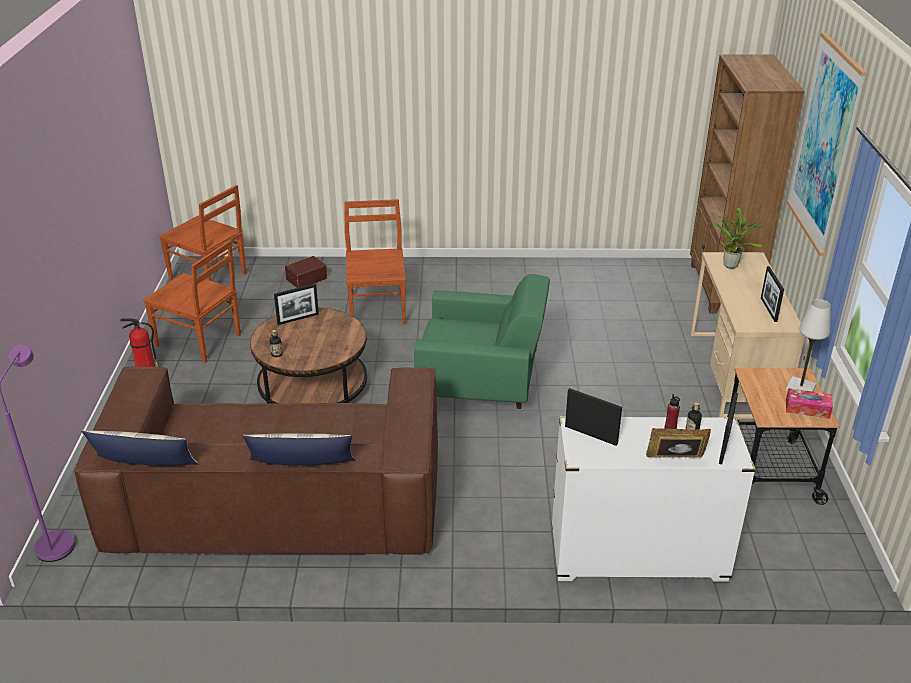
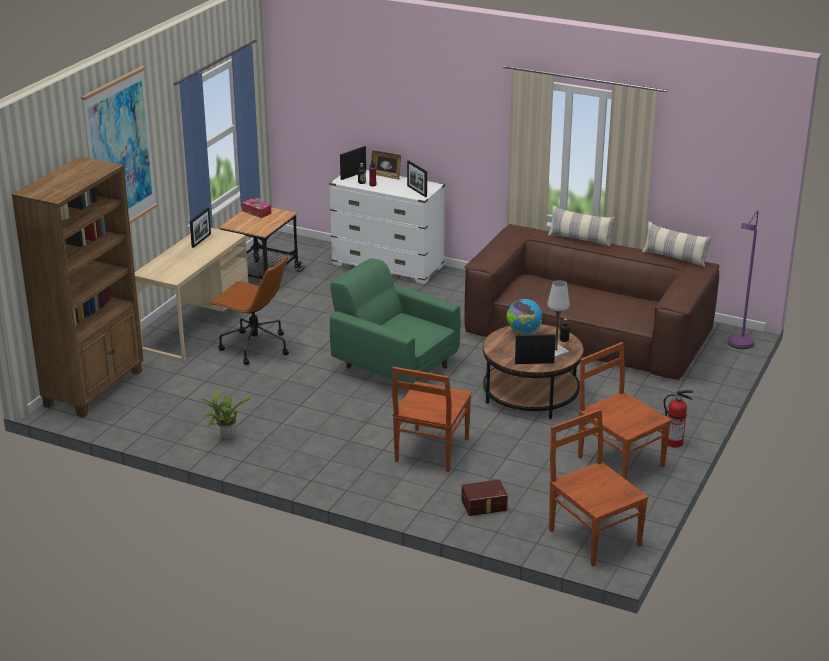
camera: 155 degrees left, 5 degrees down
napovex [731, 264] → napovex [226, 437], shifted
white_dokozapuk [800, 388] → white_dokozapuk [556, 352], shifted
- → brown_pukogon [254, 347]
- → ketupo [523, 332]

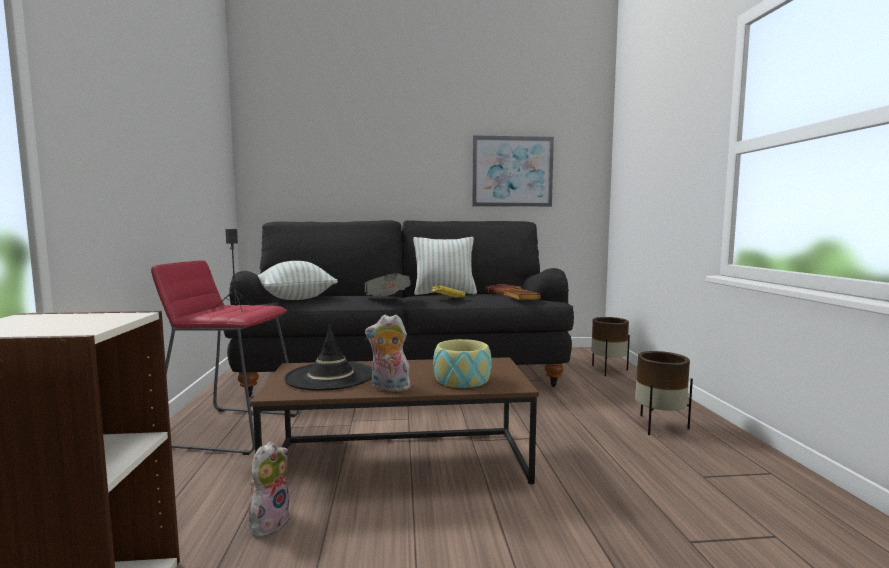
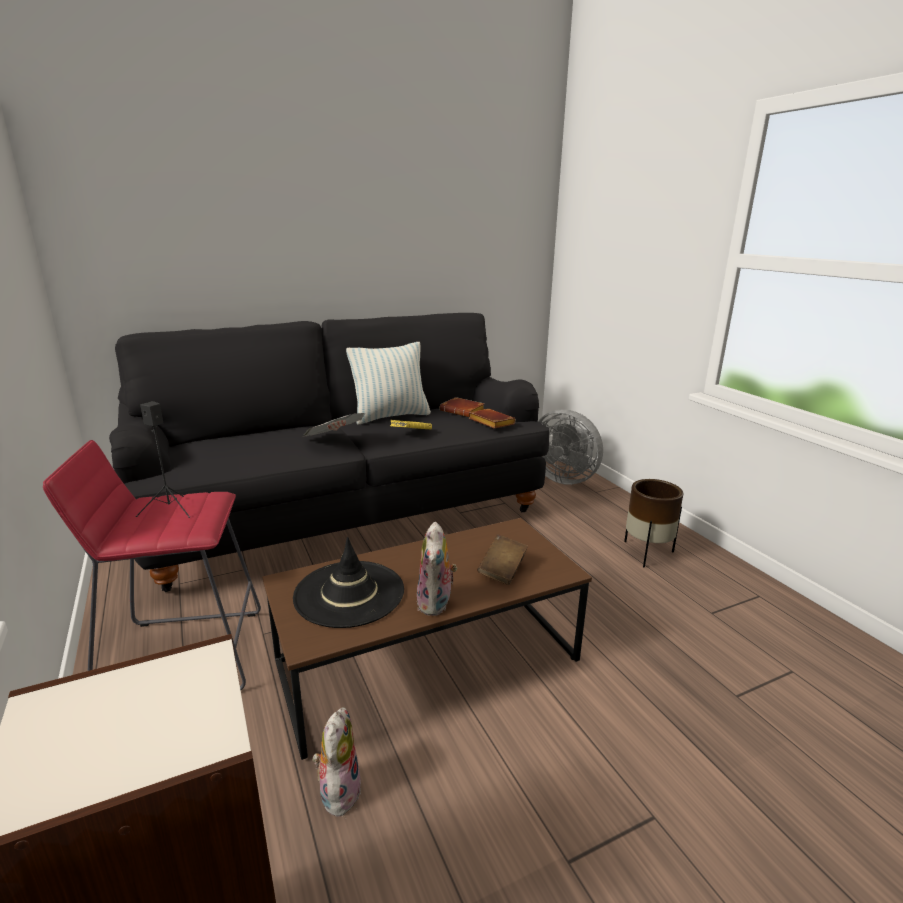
camera: 20 degrees left, 15 degrees up
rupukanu [512, 171] → -
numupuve [295, 298] → -
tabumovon [389, 388] → tabumovon [436, 604], 75 degrees counterclockwise
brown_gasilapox [608, 370] → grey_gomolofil [563, 478]
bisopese [462, 379] → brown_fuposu [502, 570]

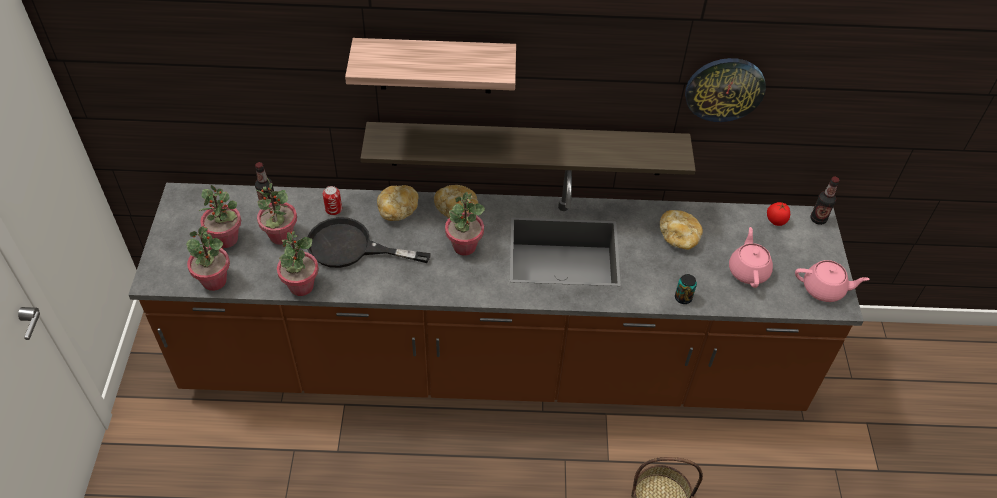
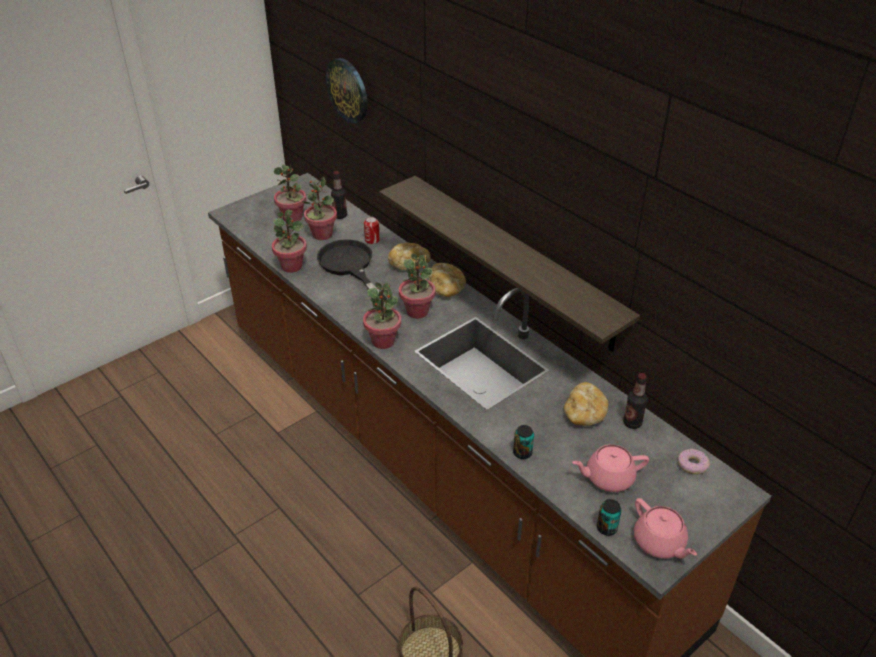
camera: 50 degrees right, 10 degrees down
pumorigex [435, 65] → -
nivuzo [724, 89] → nivuzo [348, 90], shifted
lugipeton [818, 219] → lugipeton [632, 423], shifted
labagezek [775, 221] → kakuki [692, 464]
napovex [214, 281] → napovex [383, 341], shifted
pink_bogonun [748, 271] → pink_bogonun [608, 478], 150 degrees counterclockwise
- → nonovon [606, 528]

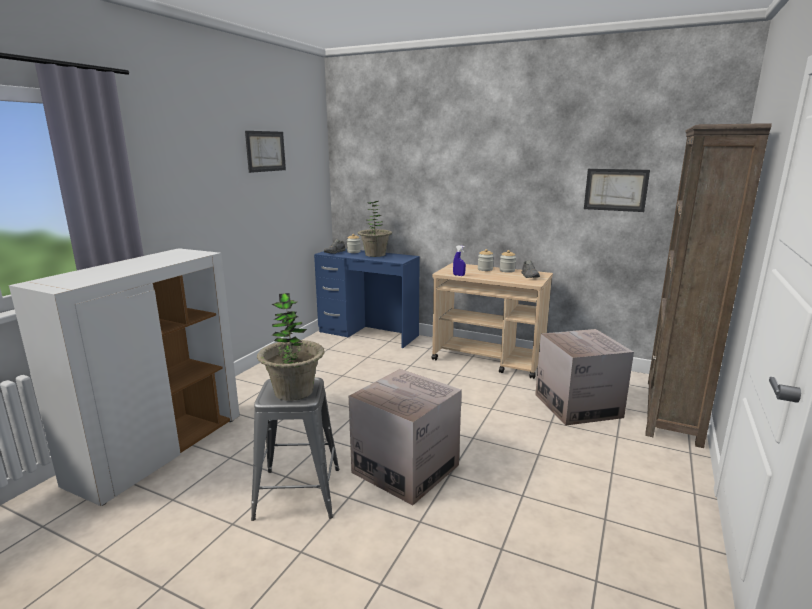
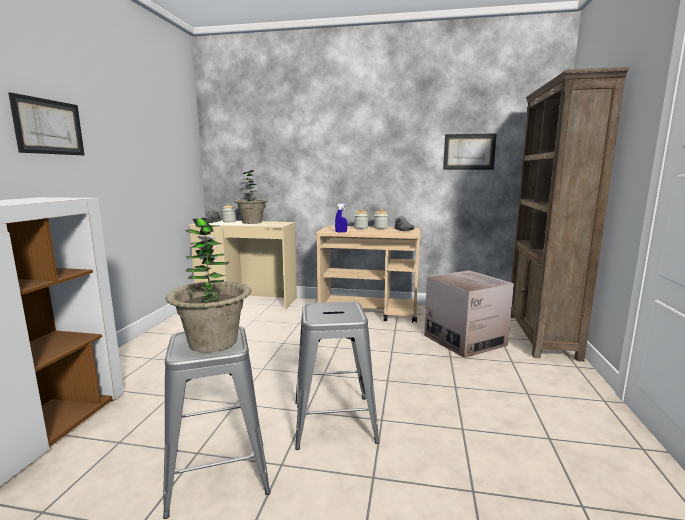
camera: 15 degrees left, 5 degrees down
rupukanu [265, 151] → rupukanu [49, 127], shifted
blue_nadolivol [368, 334] → beige_nadolivol [247, 300]
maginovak [405, 468] → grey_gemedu [333, 421]

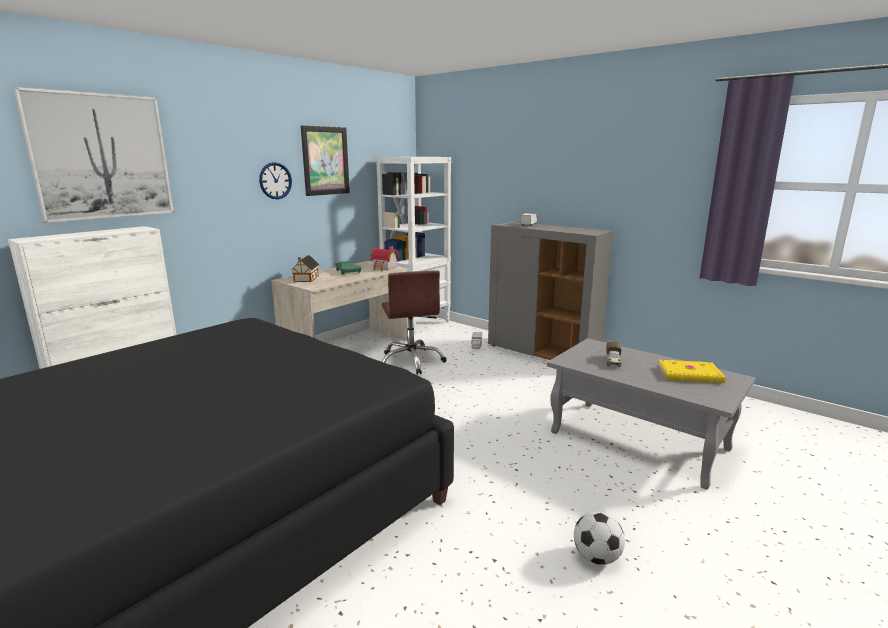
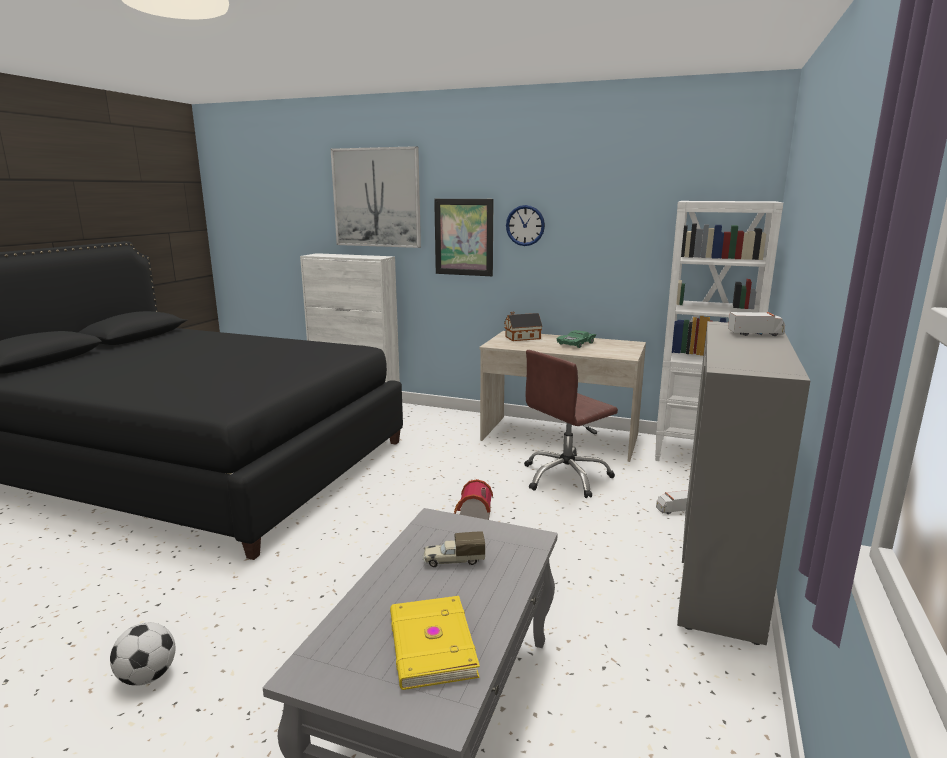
camera: 70 degrees right, 0 degrees up
rupukanu [325, 161] → rupukanu [464, 237], shifted
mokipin [384, 268] → mokipin [472, 516], shifted

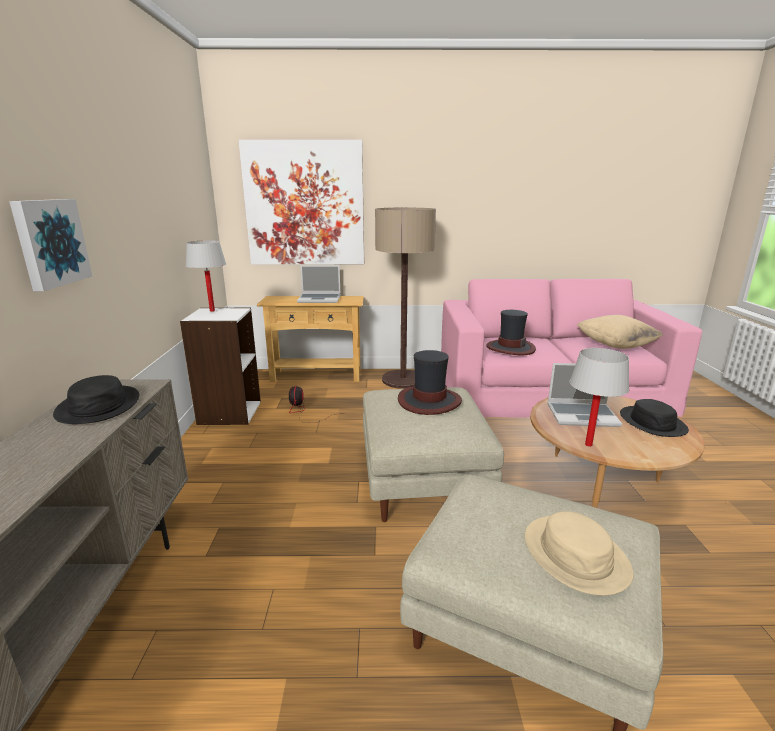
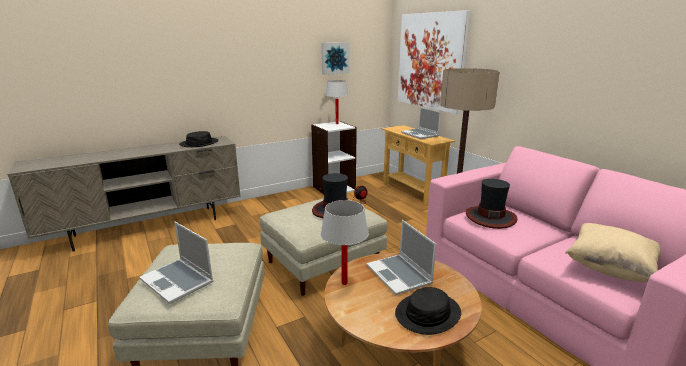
camera: 60 degrees right, 0 degrees up
rupukanu [50, 242] → rupukanu [334, 58], shifted
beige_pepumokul [575, 554] → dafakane [178, 281]

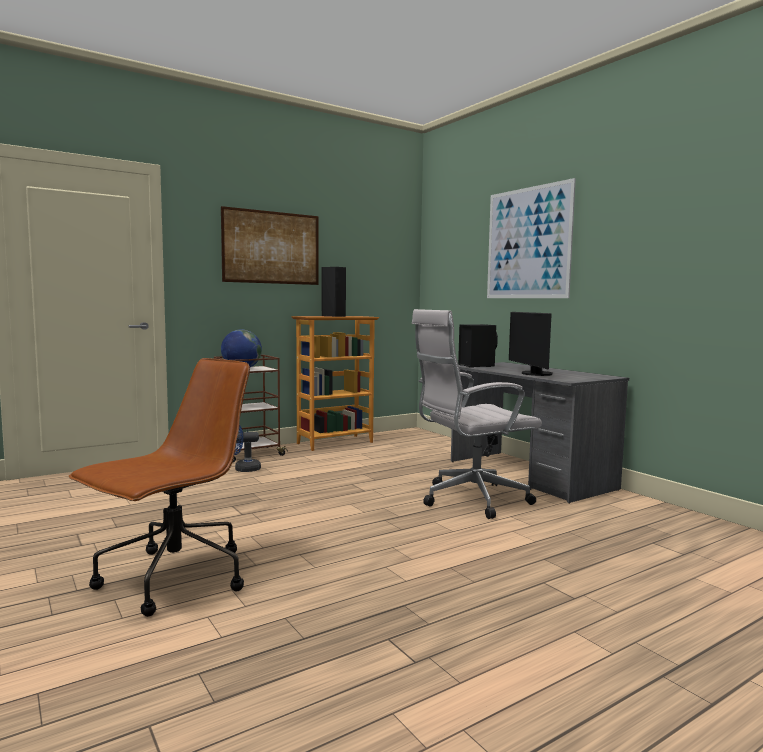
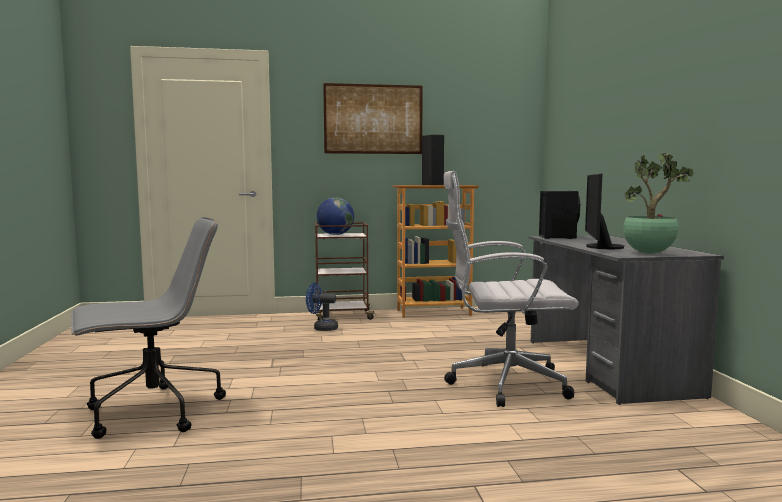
camera: 25 degrees right, 0 degrees up
rupukanu [528, 243] → -
brown_pukogon [173, 579] → grey_pukogon [152, 412]
- → napovex [650, 253]

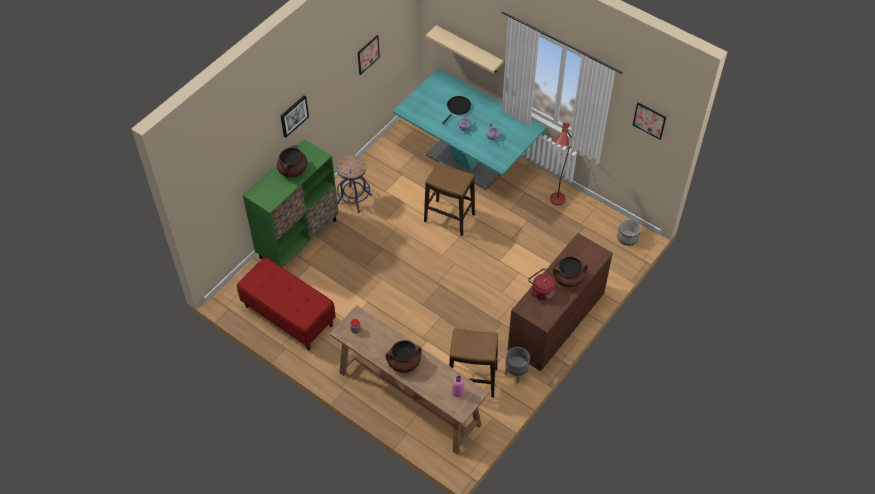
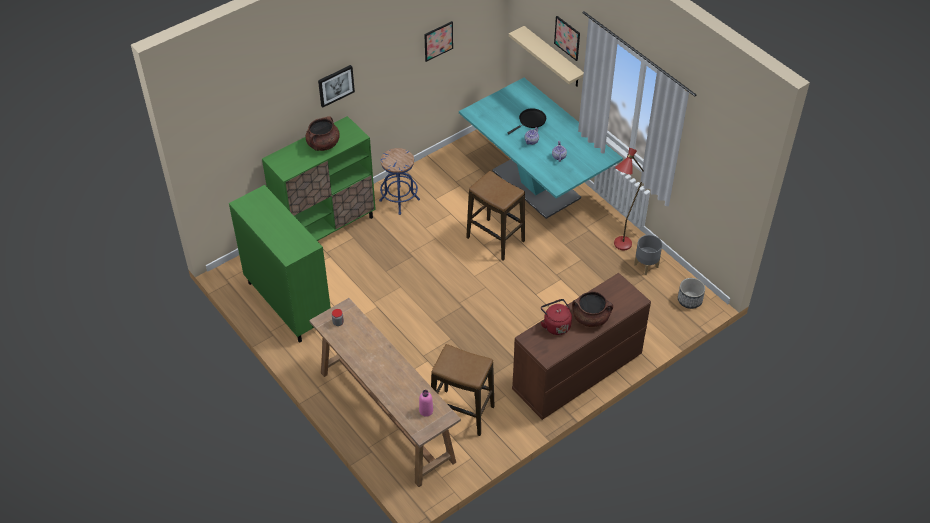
camera: 15 degrees right, 5 degrees down
rupukanu [649, 120] → rupukanu [567, 38], shifted
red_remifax [288, 316] → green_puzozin [288, 303]
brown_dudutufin [404, 363] → -
grey_gasilapox [516, 373] → grey_gasilapox [646, 265], shifted

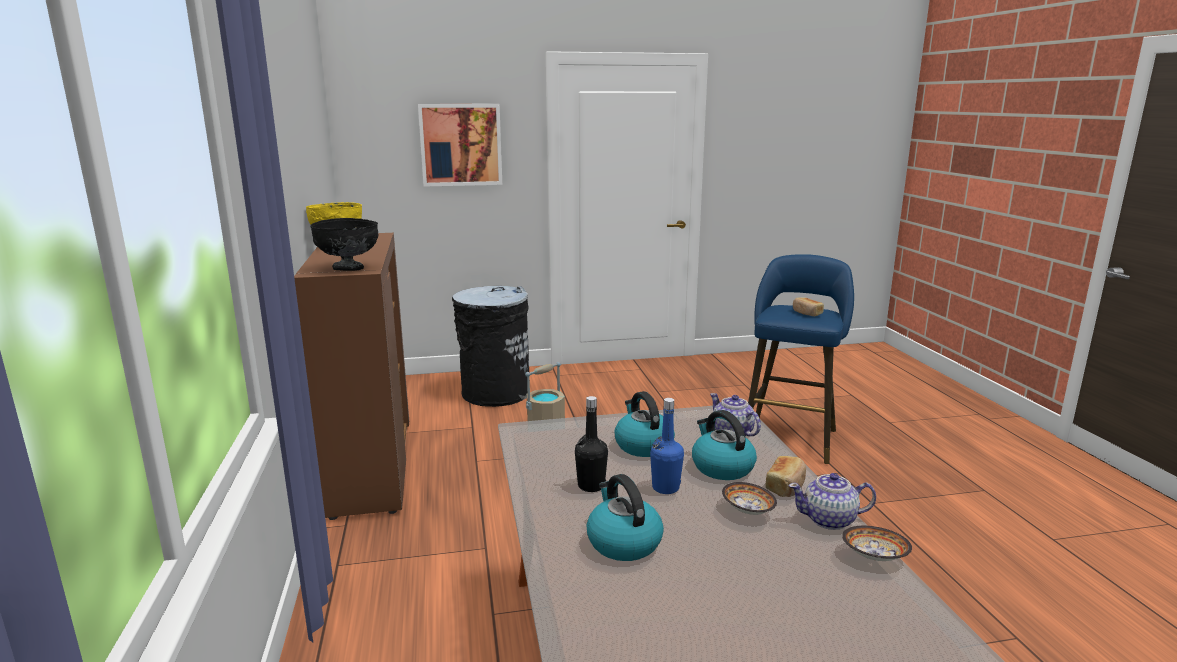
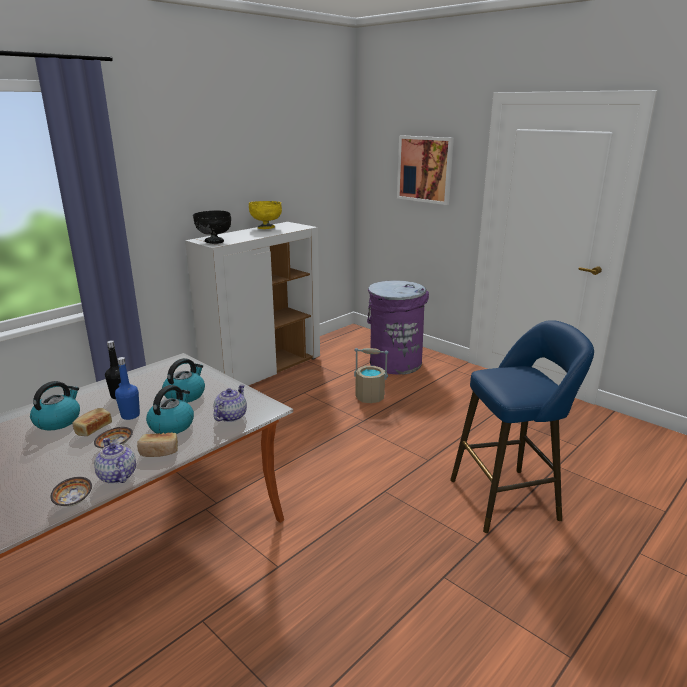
camera: 55 degrees right, 5 degrees up
brown_puzozin [371, 467] → white_puzozin [263, 370]
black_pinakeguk [495, 393] → purple_pinakeguk [395, 363]
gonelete [806, 313] → gonelete [93, 428], shifted

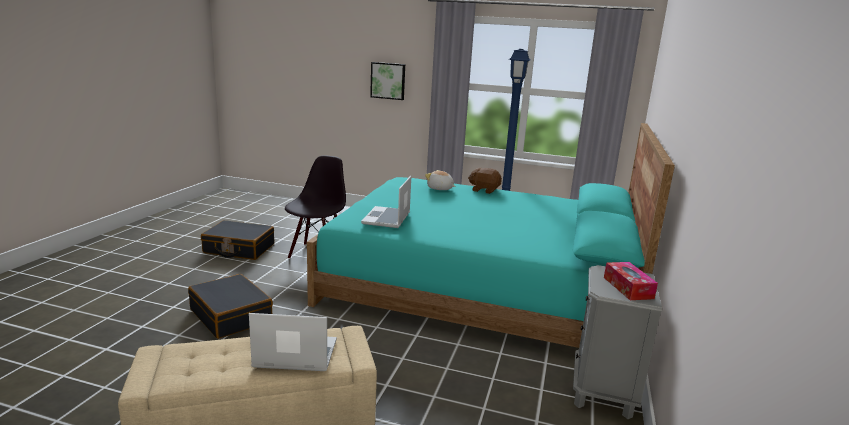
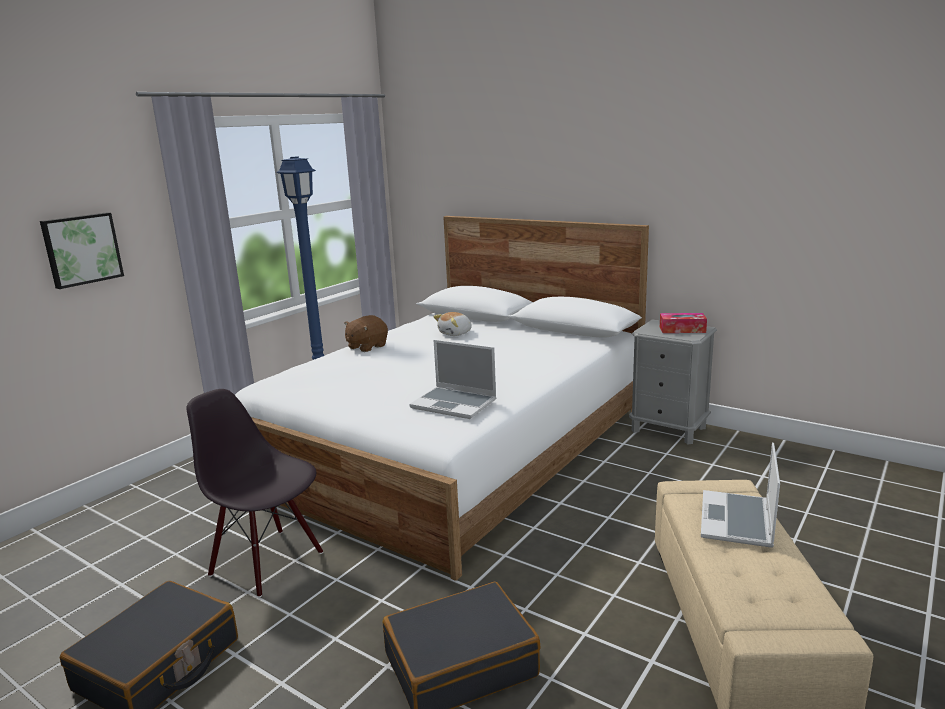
camera: 70 degrees left, 0 degrees up
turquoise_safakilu [481, 287] → white_safakilu [457, 447]
tabumovon [440, 189] → tabumovon [455, 333], shifted

